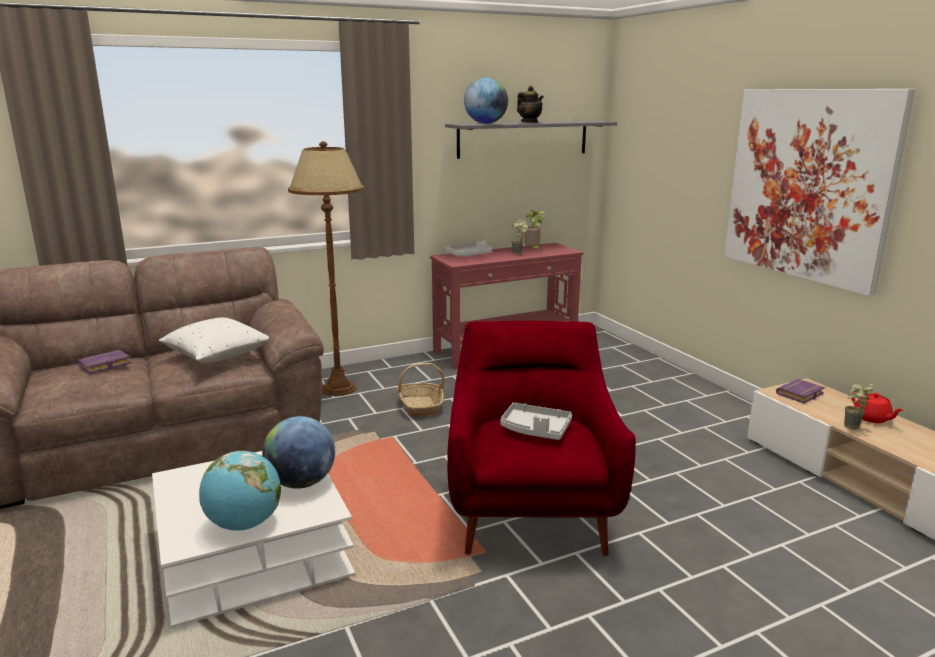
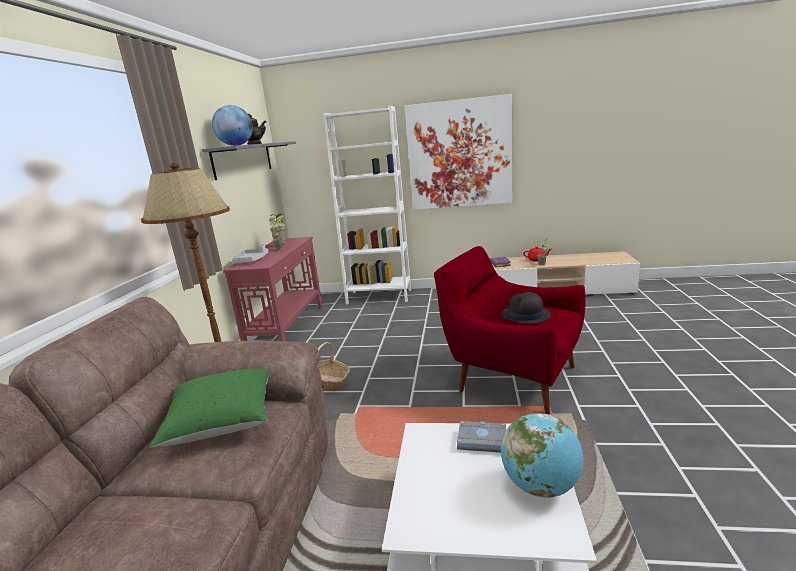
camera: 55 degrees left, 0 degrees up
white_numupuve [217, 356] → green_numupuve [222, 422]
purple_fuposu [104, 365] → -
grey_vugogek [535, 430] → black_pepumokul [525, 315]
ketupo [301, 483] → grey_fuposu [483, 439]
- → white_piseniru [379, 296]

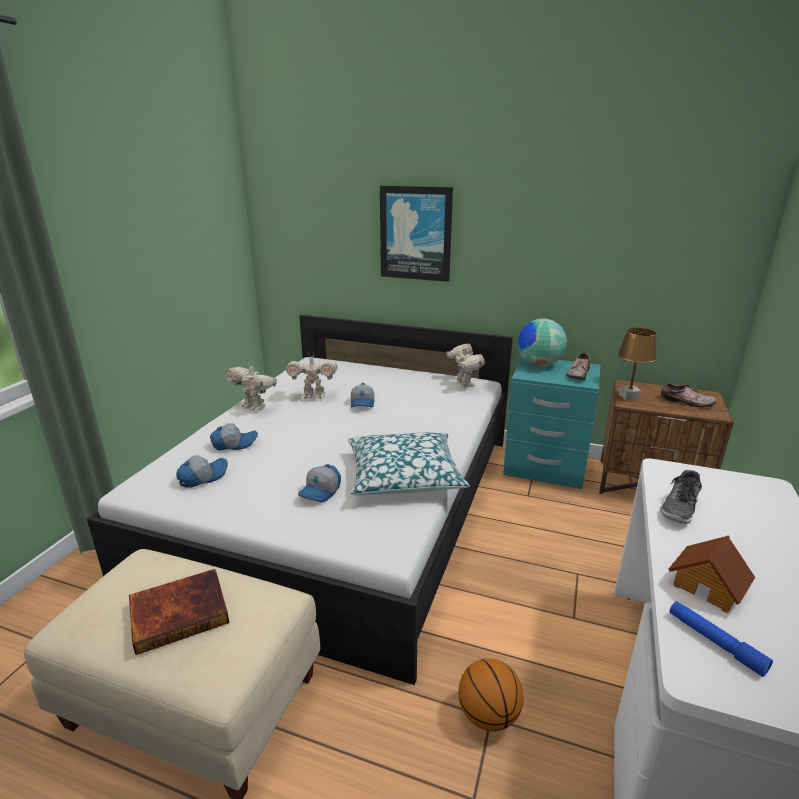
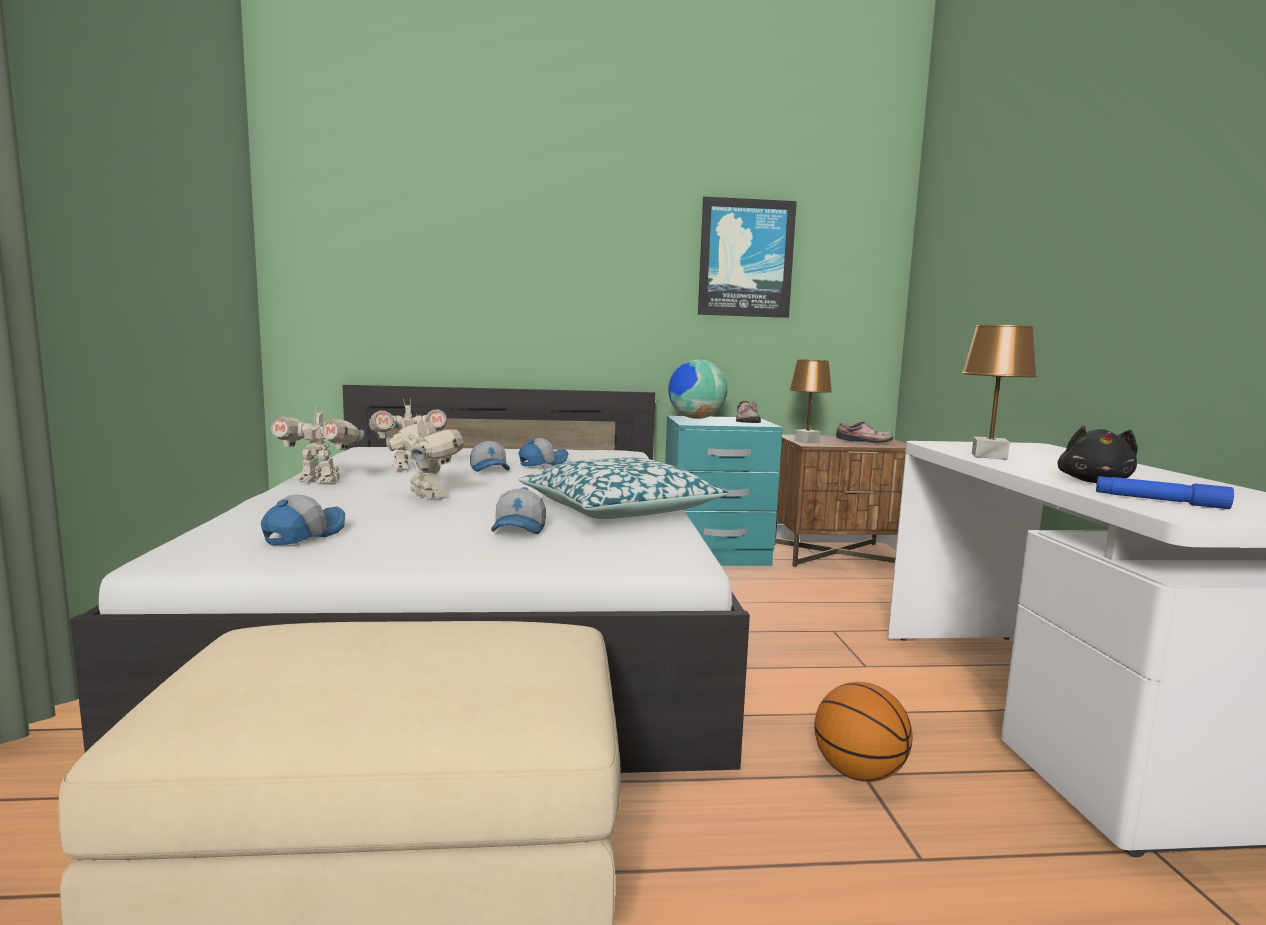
camera: 25 degrees left, 15 degrees down
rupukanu [415, 233] → rupukanu [745, 258], shifted
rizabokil [464, 384] → rizabokil [426, 495], shifted
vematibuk [235, 443] → vematibuk [542, 463], shifted
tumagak [680, 508] → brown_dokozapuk [989, 456]
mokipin [708, 586] → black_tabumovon [1094, 482]
fuposu [180, 612] → -

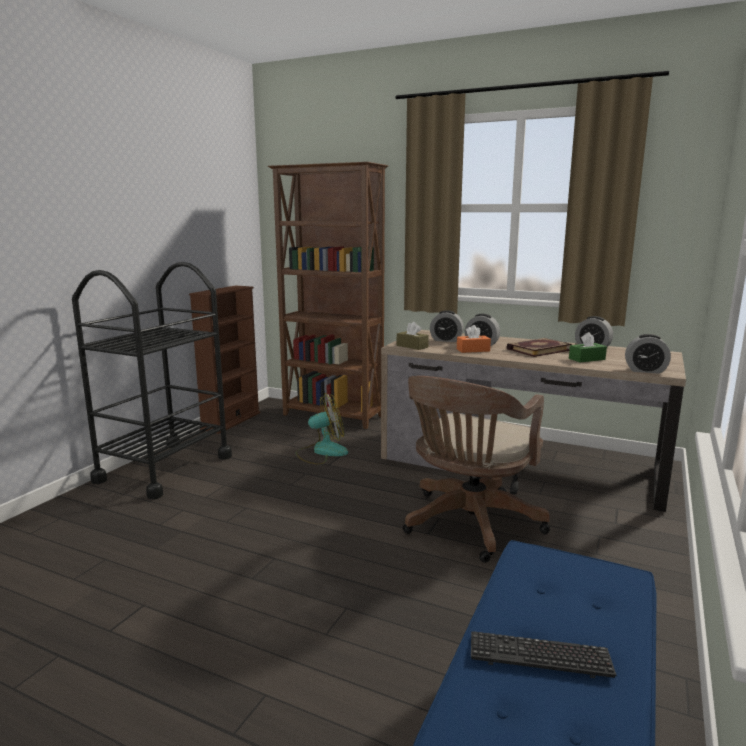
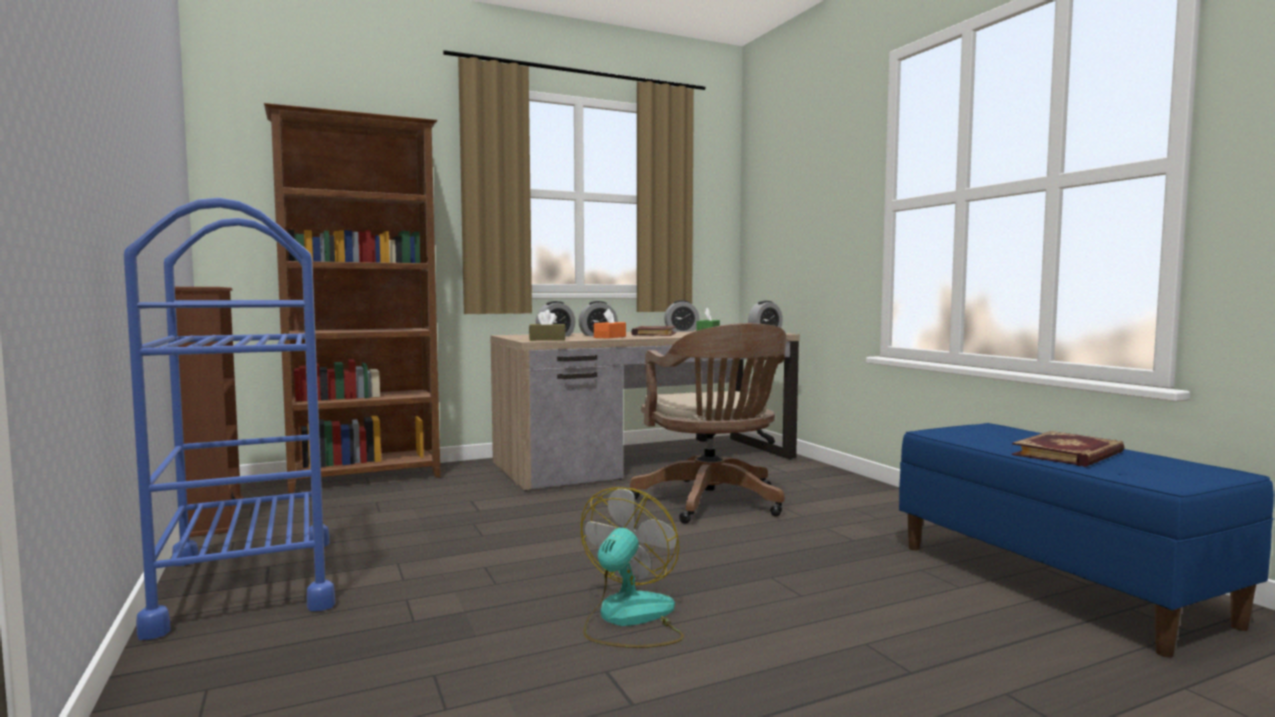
camera: 50 degrees left, 10 degrees down
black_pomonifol [164, 469] → blue_pomonifol [247, 583]
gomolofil [322, 452] → gomolofil [629, 619], shifted
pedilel [539, 656] → fuposu [1069, 454]

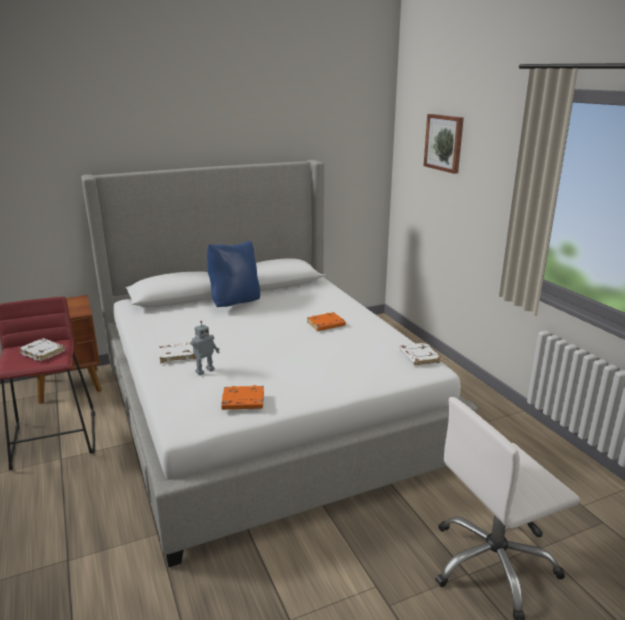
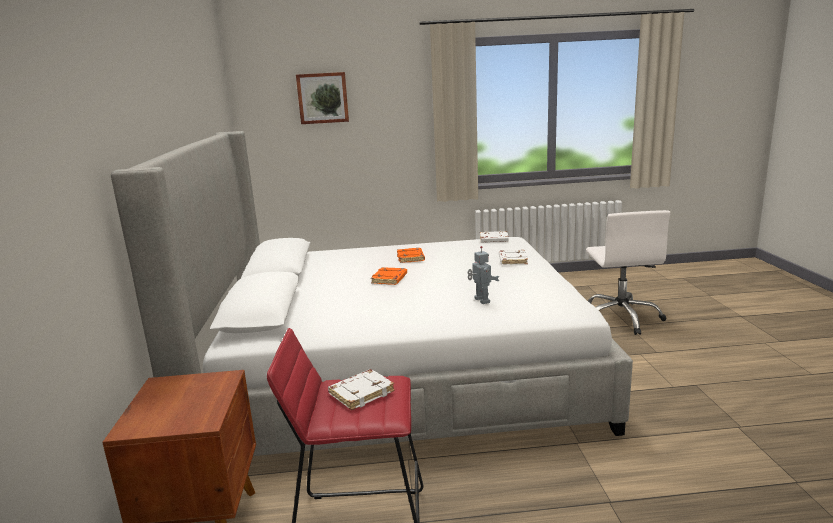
camera: 70 degrees left, 5 degrees down
blue_numupuve [235, 303] → -
white_fuposu [178, 355] → white_fuposu [512, 260], shifted
orange_fuposu [242, 402] → orange_fuposu [389, 279], shifted

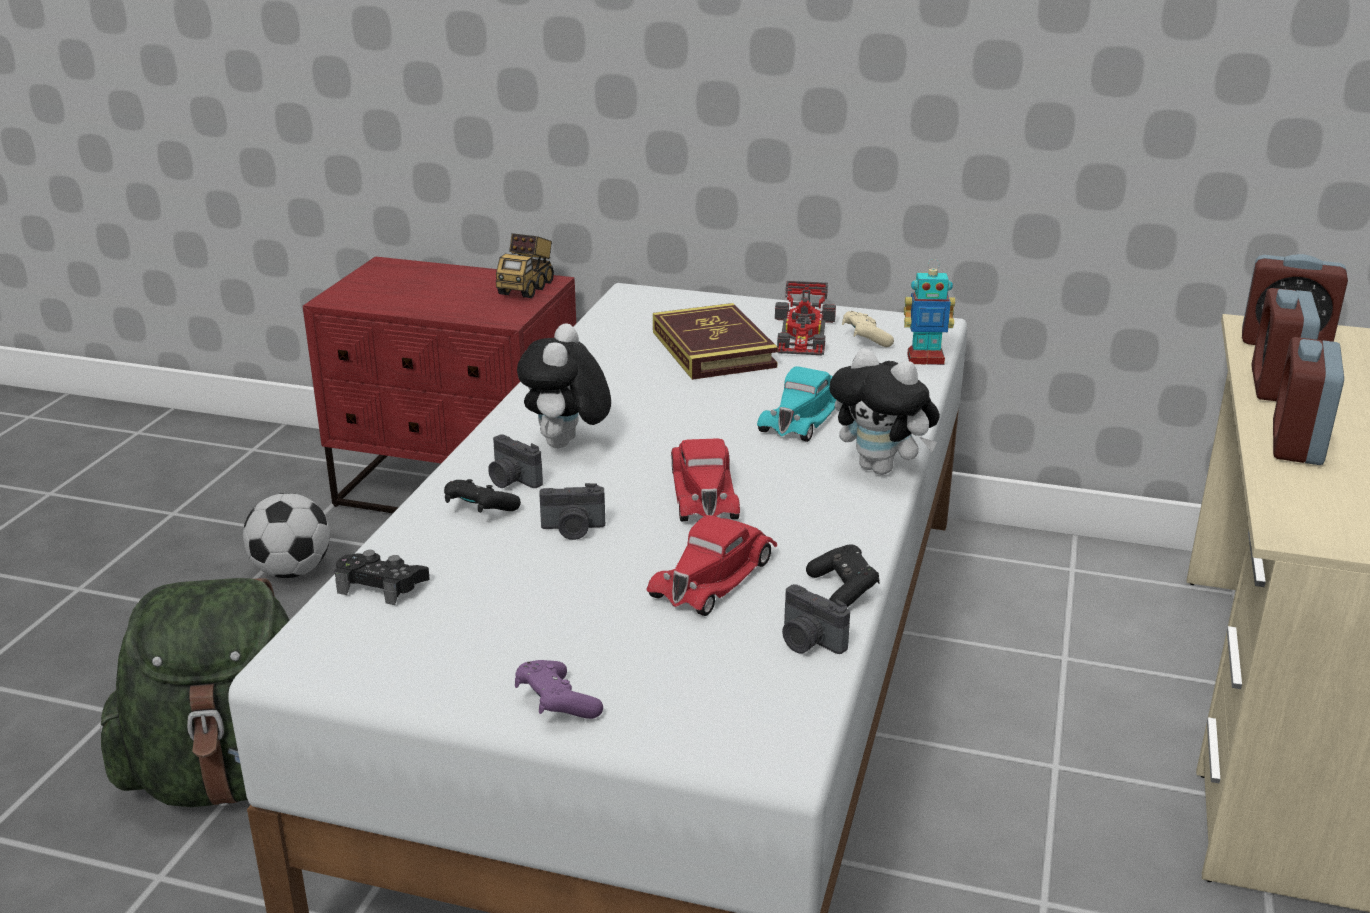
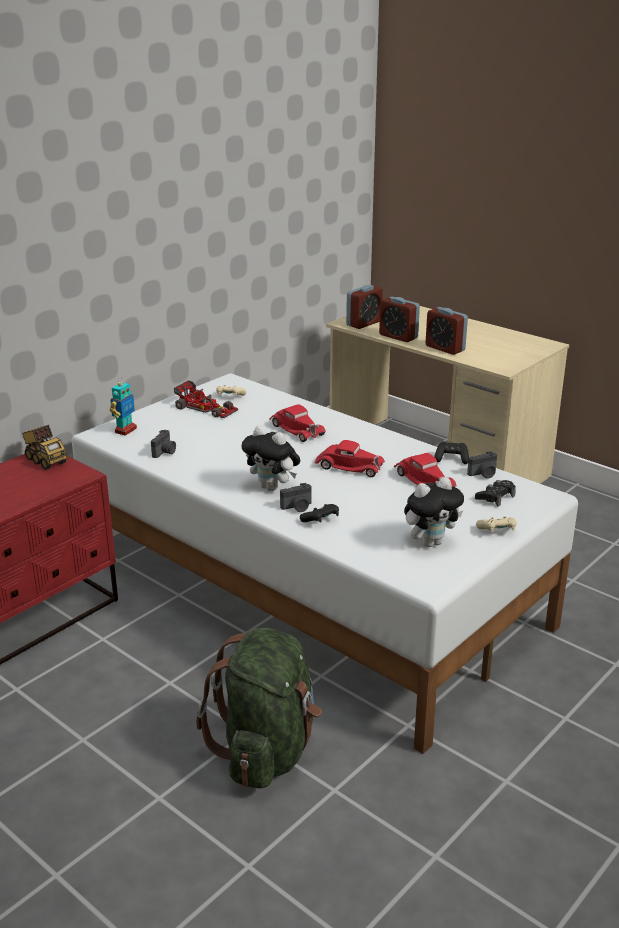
camera: 65 degrees left, 0 degrees up
rizabokil [925, 359] → rizabokil [125, 430], shifted
fuposu [713, 349] → -
tabumovon [882, 469] → tabumovon [430, 542], shifted
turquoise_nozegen [804, 416] → red_nozegen [296, 429]
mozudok [573, 529] → mozudok [165, 452], shifted
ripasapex [293, 571] → -
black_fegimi [381, 585] → black_fegimi [495, 497], shifted
purple_fegimi [556, 705] → beige_fegimi [497, 531]

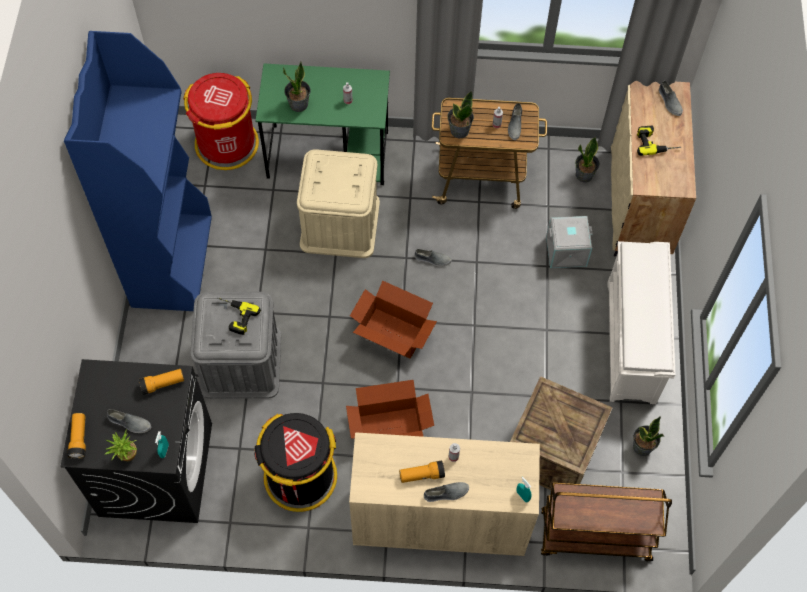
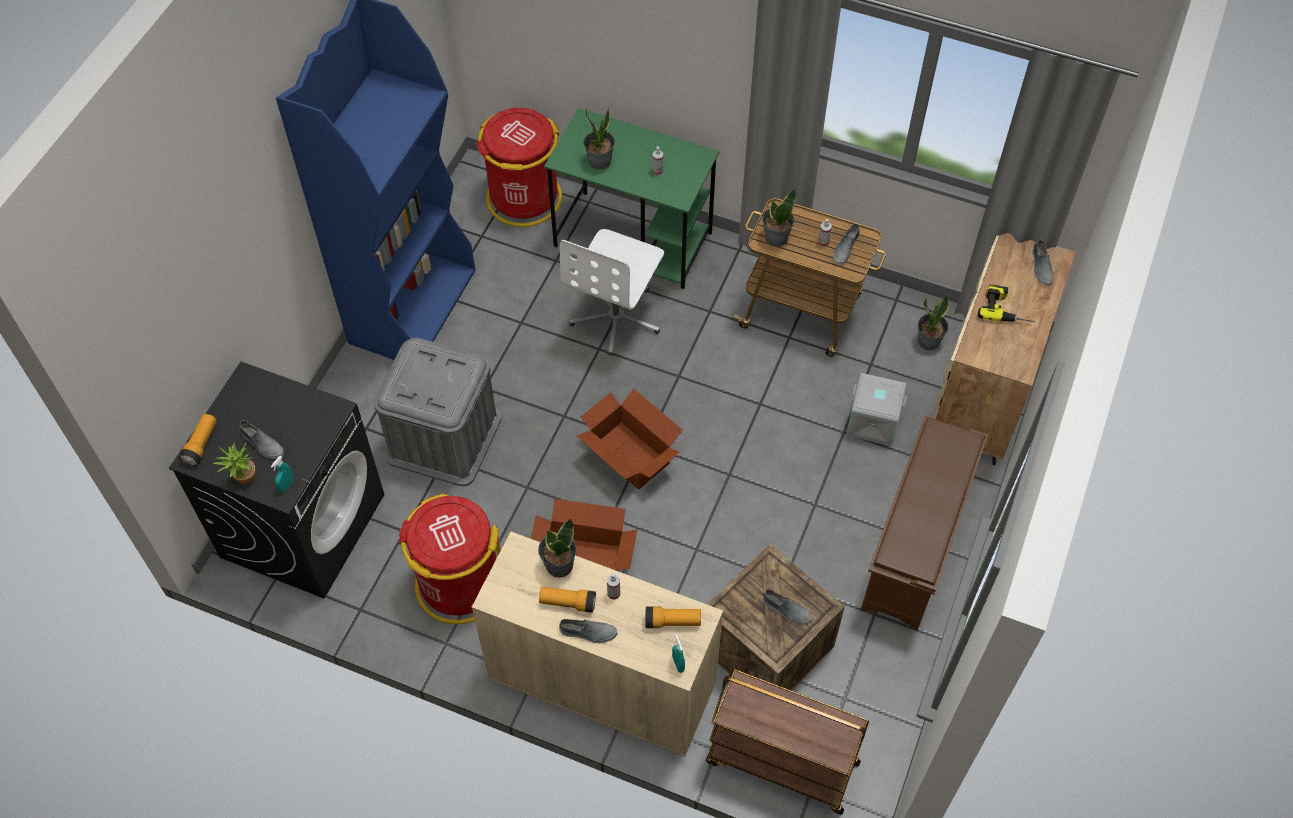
camera: 20 degrees right, 5 degrees down
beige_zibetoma [340, 223] → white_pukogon [617, 317]
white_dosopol [632, 343] → brown_dosopol [914, 550]
grey_tumagak [432, 259] → grey_tumagak [786, 610], shifted
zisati [234, 316] → -
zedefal [162, 384] → zedefal [672, 621], shifted
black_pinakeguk [300, 477] → red_pinakeguk [459, 584]
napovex [642, 447] → napovex [558, 565], shifted

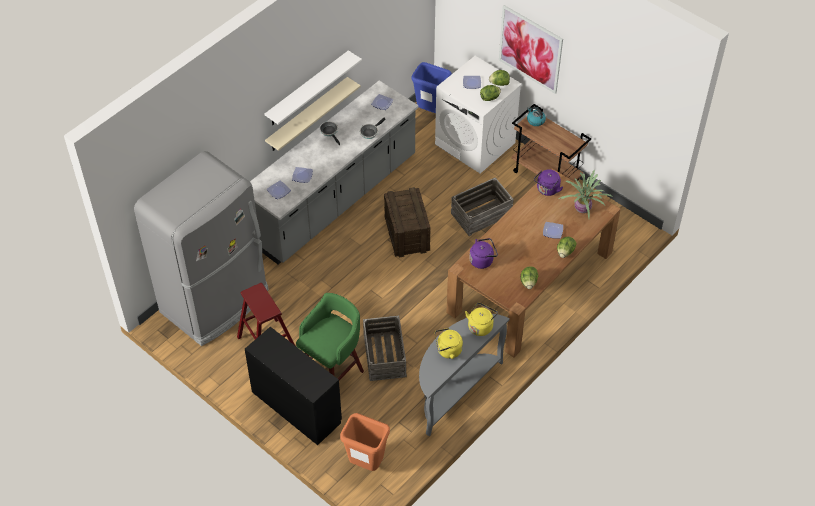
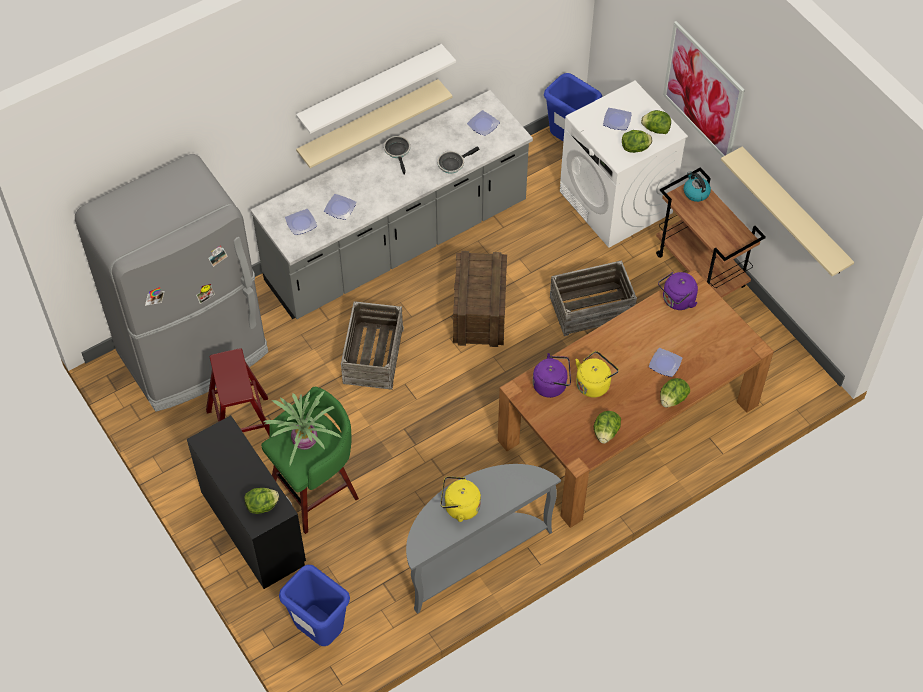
camera: 15 degrees right, 5 degrees up
napovex [582, 209] → napovex [304, 442], shifted
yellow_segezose [481, 326] → yellow_segezose [594, 383], shifted
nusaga [384, 356] → nusaga [372, 355], shifted
orange_pinakeguk [366, 463] → blue_pinakeguk [320, 631]
- → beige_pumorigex [794, 212]
- → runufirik [262, 506]

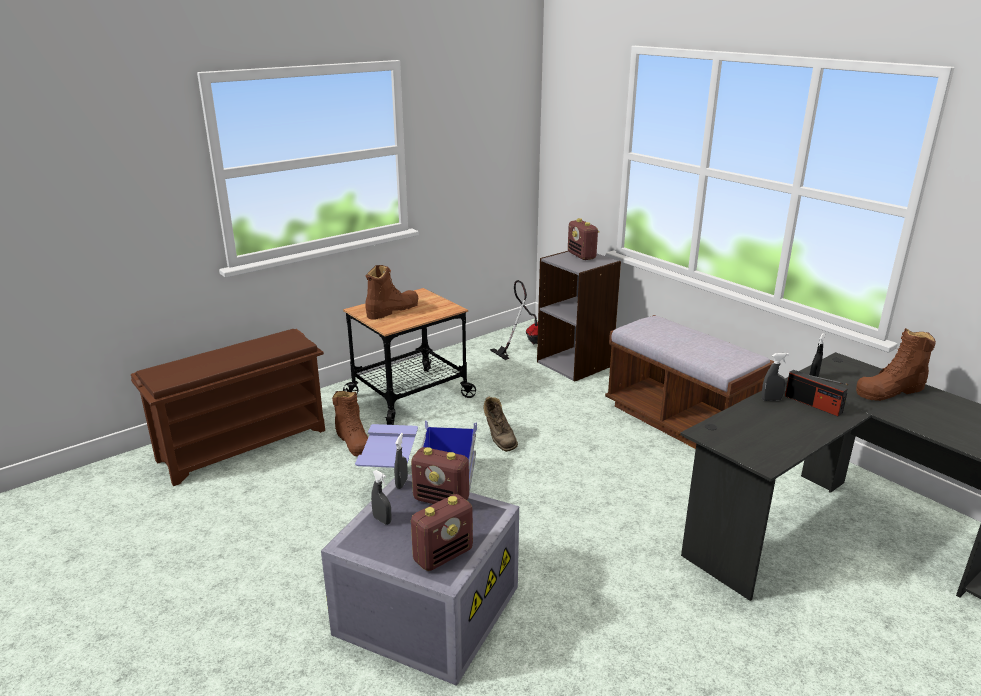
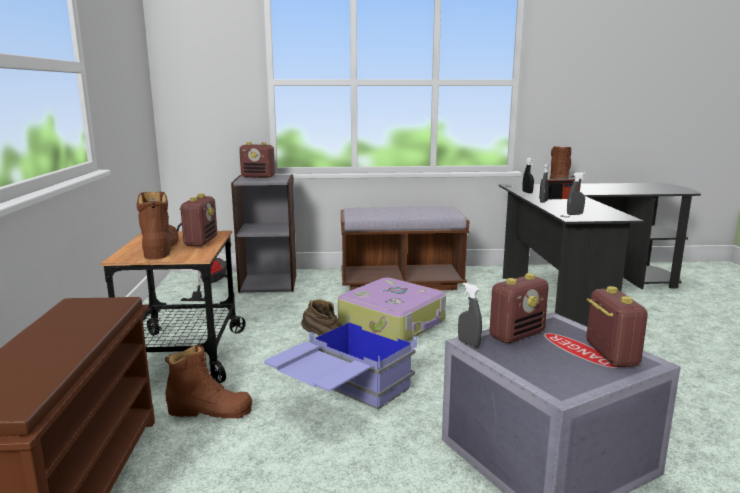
camera: 55 degrees left, 10 degrees down
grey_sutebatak [382, 520] → grey_sutebatak [574, 214], shifted
- → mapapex [201, 242]
- → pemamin [393, 323]

